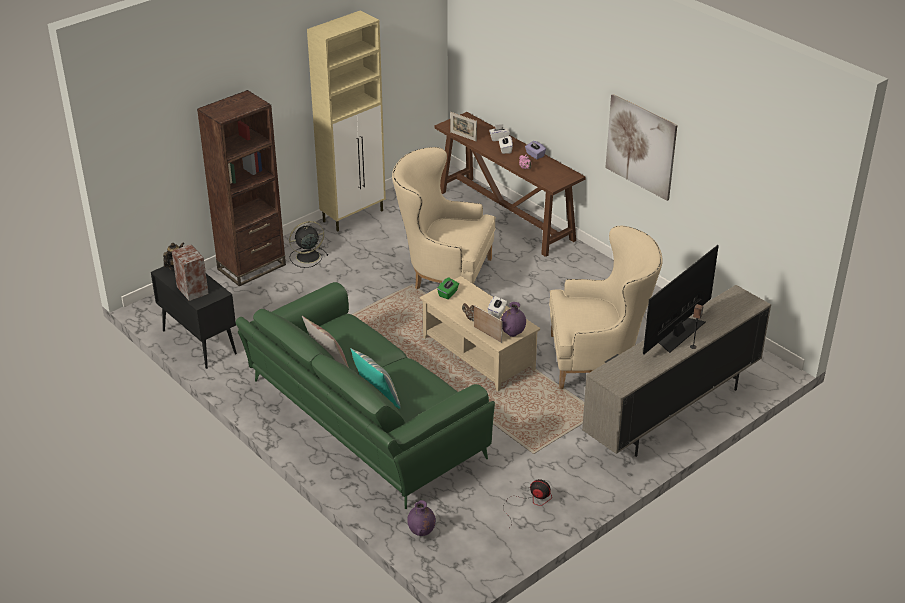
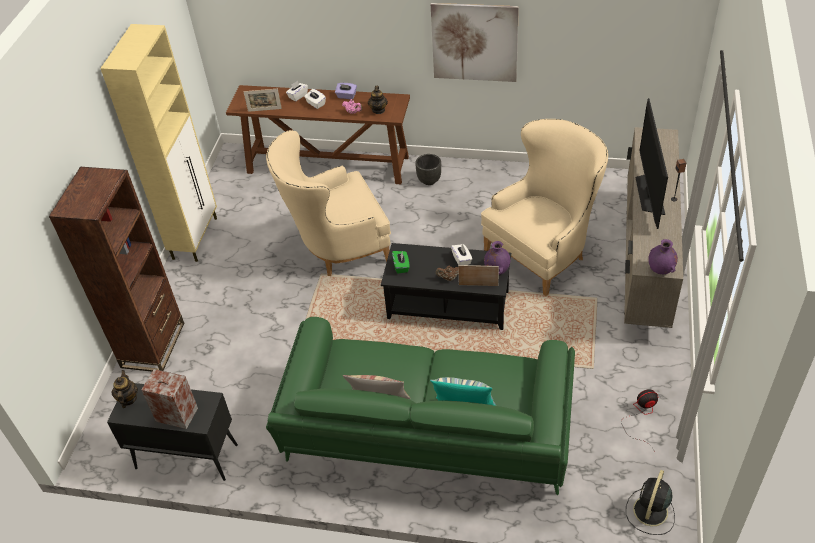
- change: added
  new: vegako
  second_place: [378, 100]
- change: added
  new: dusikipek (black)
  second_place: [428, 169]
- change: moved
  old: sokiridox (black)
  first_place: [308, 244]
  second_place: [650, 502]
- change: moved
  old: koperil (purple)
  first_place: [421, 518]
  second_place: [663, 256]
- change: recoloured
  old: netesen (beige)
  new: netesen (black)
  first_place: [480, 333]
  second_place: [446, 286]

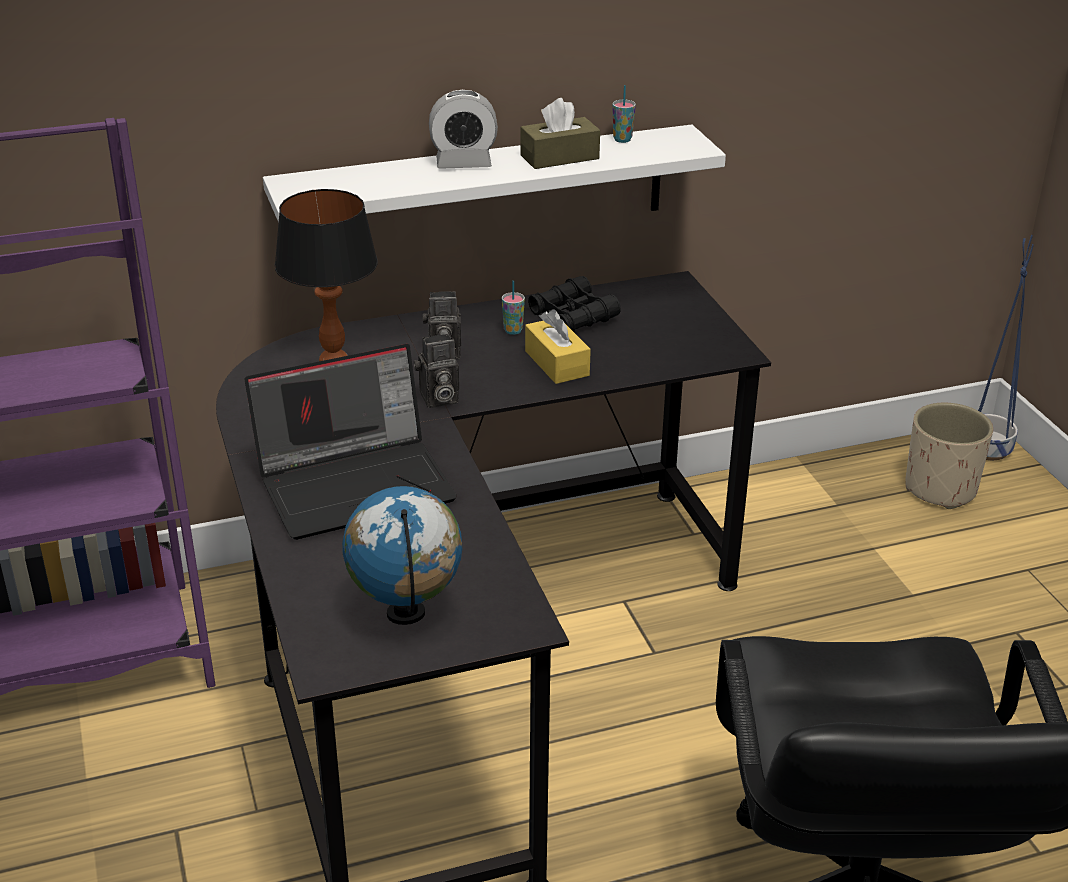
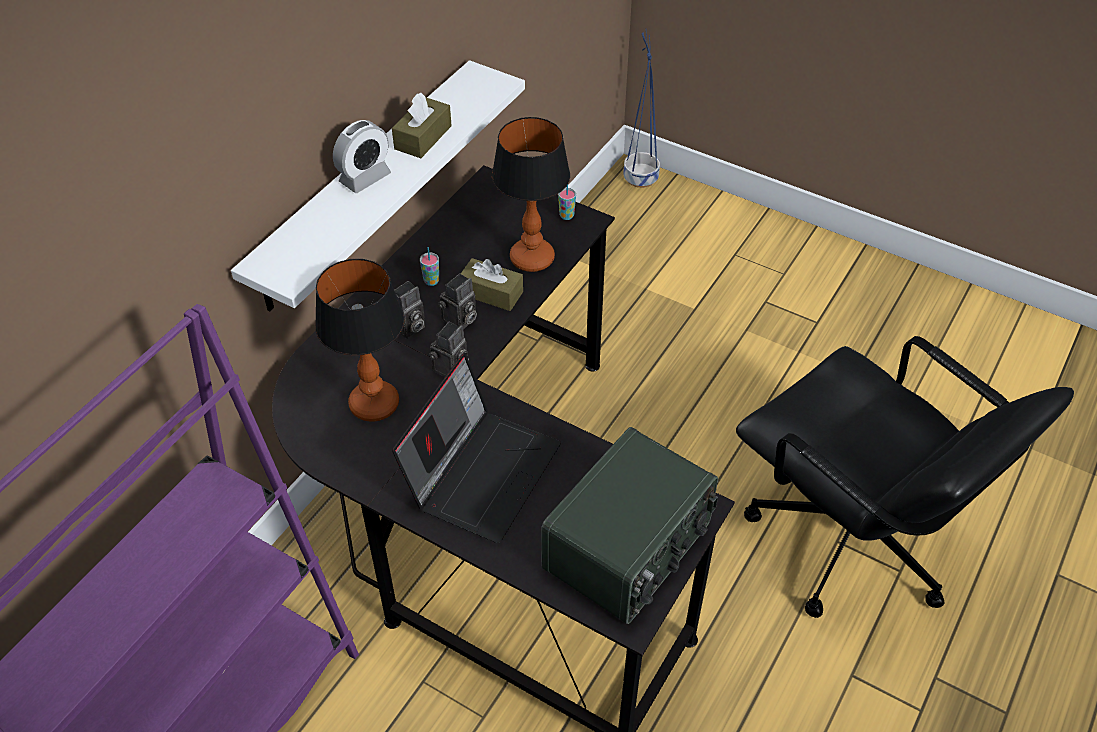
- change: removed
  old: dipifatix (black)
  first_place: [574, 304]
- change: removed
  old: dusikipek (beige)
  first_place: [949, 456]
- change: added
  new: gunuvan
  second_place: [457, 301]
- change: added
  new: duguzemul
  second_place: [531, 194]
- change: moved
  old: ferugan
  first_place: [624, 114]
  second_place: [567, 202]
- change: replaced
  old: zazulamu
  new: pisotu
  first_place: [402, 555]
  second_place: [629, 525]
- change: recoloured
  old: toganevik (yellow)
  new: toganevik (brown)
  first_place: [558, 346]
  second_place: [492, 284]

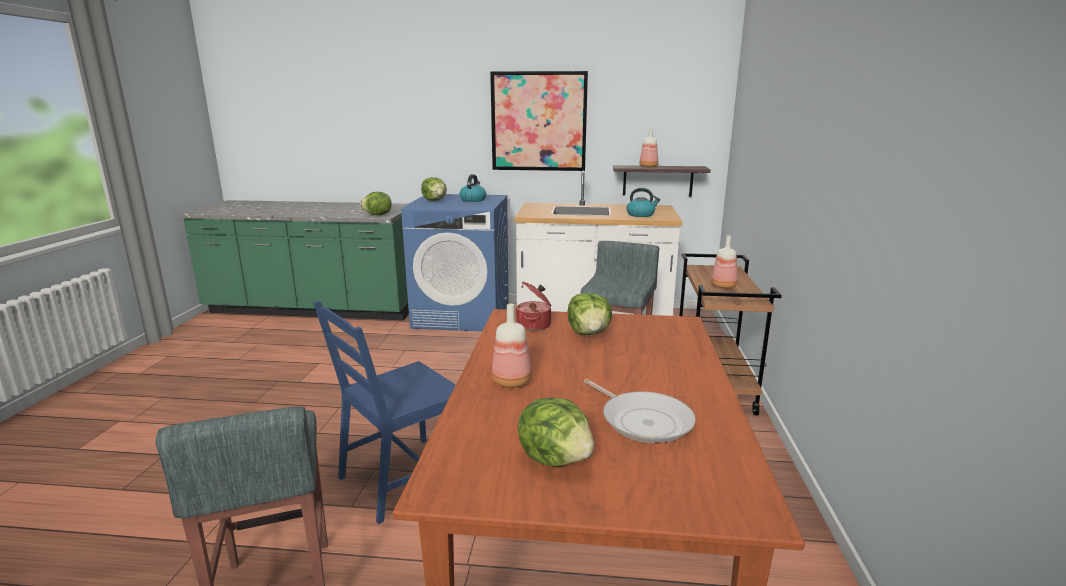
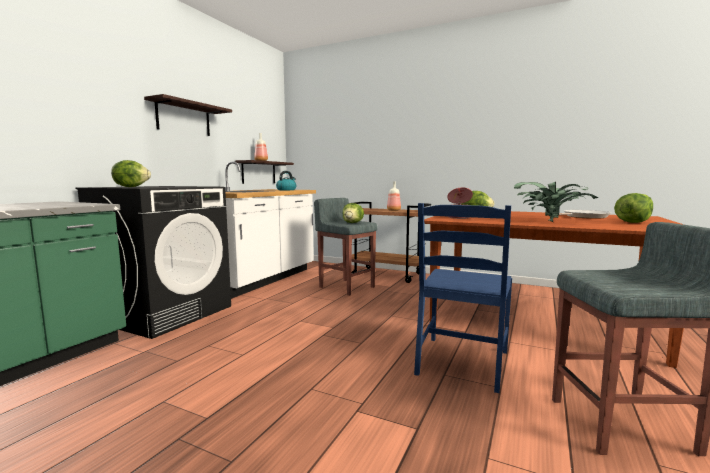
- change: removed
  old: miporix
  first_place: [473, 188]
- change: moved
  old: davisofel
  first_place: [376, 204]
  second_place: [353, 213]
- change: replaced
  old: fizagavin
  new: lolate
  first_place: [539, 121]
  second_place: [188, 115]
- change: replaced
  old: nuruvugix
  new: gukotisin
  first_place: [512, 346]
  second_place: [556, 202]
- change: recoloured
  old: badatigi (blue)
  new: badatigi (black)
  first_place: [455, 263]
  second_place: [153, 262]
- change: turned
  old: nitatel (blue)
  first_place: [384, 412]
  second_place: [463, 298]
  degrees: 45

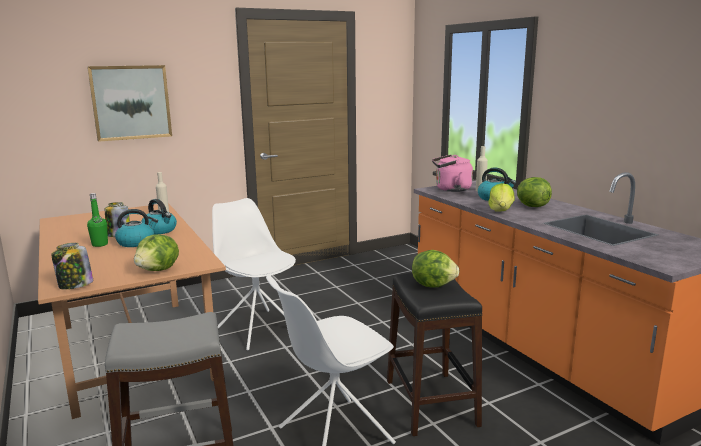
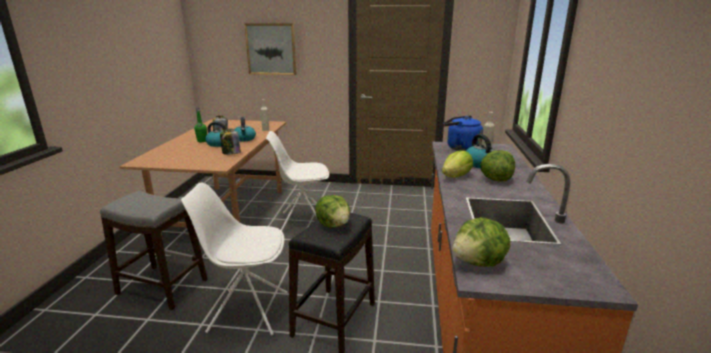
- change: moved
  old: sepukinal
  first_place: [72, 266]
  second_place: [230, 142]
- change: moved
  old: davisofel
  first_place: [156, 252]
  second_place: [481, 242]
- change: recoloured
  old: miporix (pink)
  new: miporix (blue)
  first_place: [452, 173]
  second_place: [463, 133]
- change: turned
  old: nitatel (white)
  first_place: [254, 274]
  second_place: [297, 181]
  degrees: -90

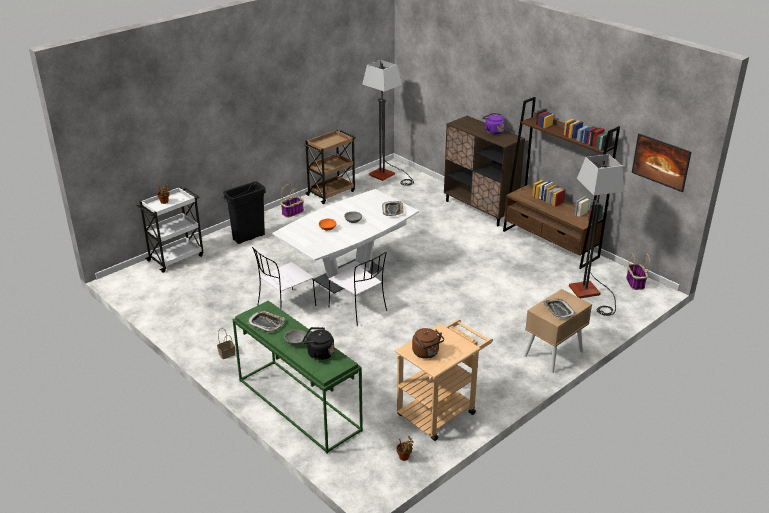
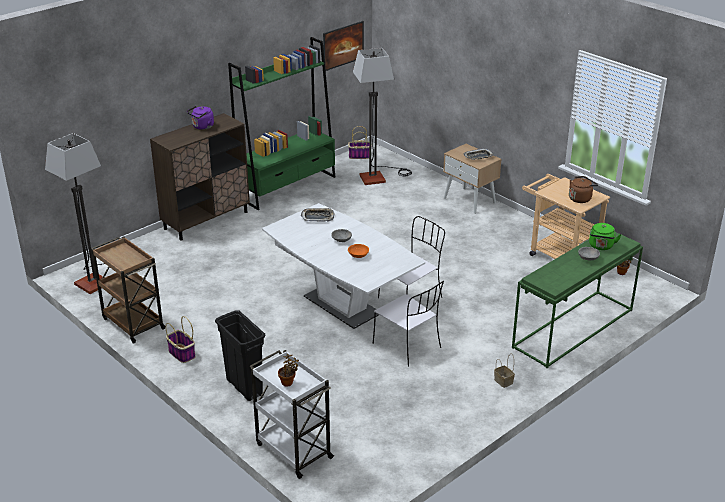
- change: removed
  old: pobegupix
  first_place: [266, 321]
- change: recoloured
  old: miporix (black)
  new: miporix (green)
  first_place: [318, 343]
  second_place: [605, 236]
- change: recoloured
  old: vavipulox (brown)
  new: vavipulox (green)
  first_place: [561, 183]
  second_place: [281, 123]

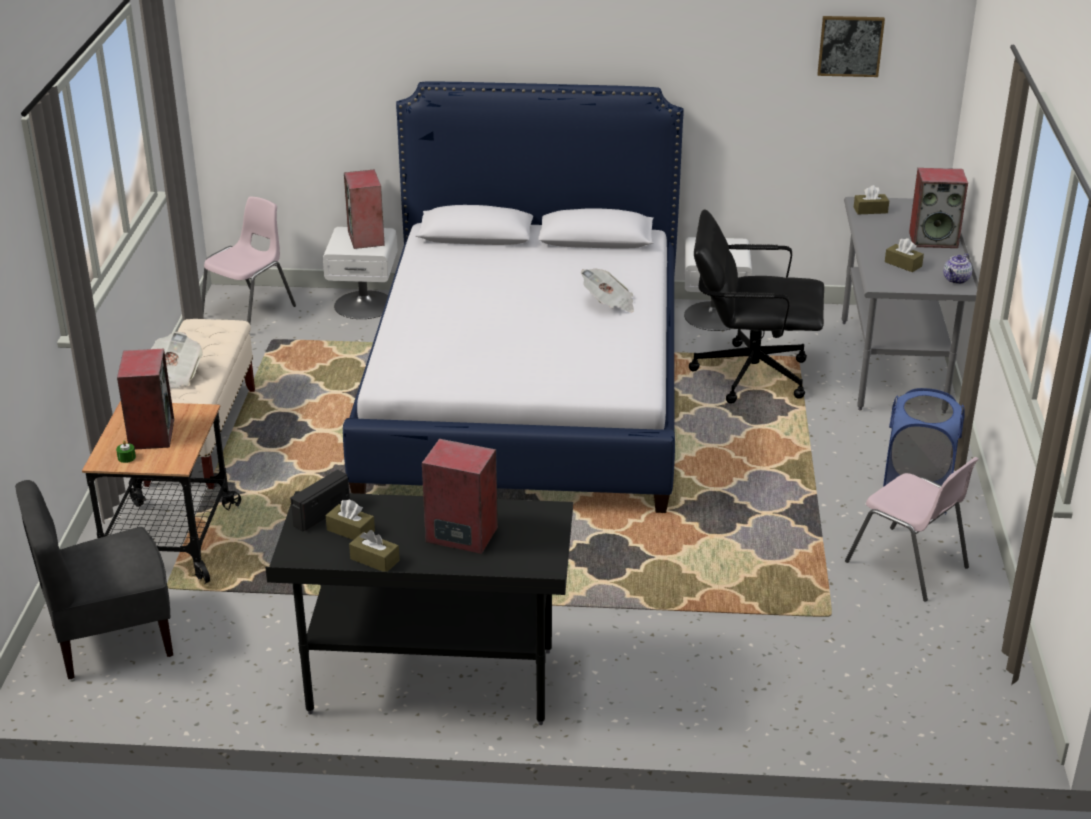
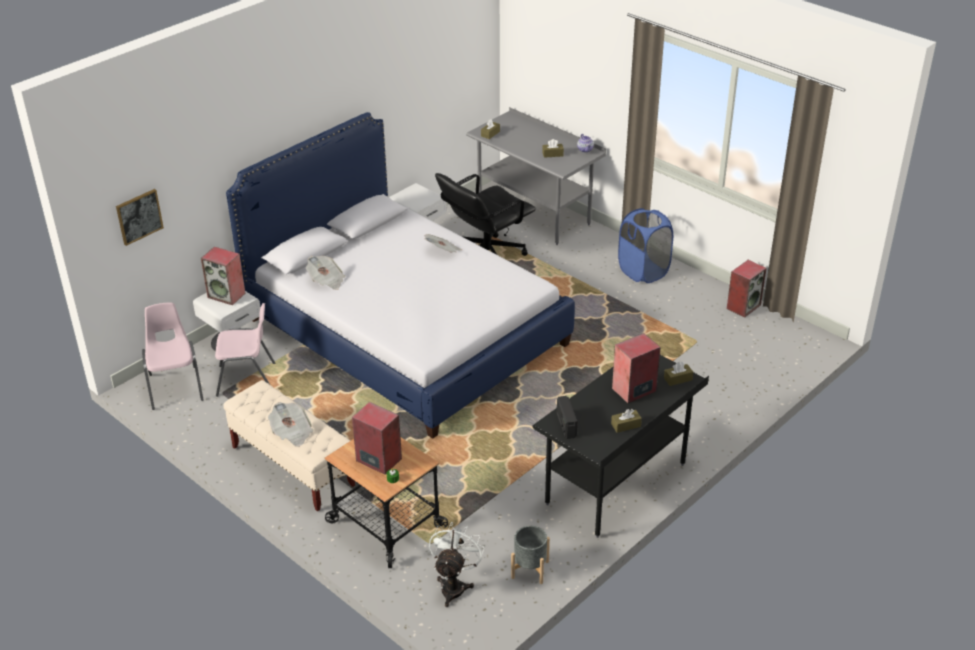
- change: added
  new: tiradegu
  second_place: [325, 273]
- change: added
  new: dusikipek (grey)
  second_place: [530, 555]
- change: moved
  old: toganevik (brown)
  first_place: [350, 519]
  second_place: [678, 374]
- change: moved
  old: fizagavin
  first_place: [851, 46]
  second_place: [140, 217]
- change: moved
  old: nitatel (pink)
  first_place: [912, 529]
  second_place: [245, 350]
- change: moved
  old: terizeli
  first_place: [938, 208]
  second_place: [746, 289]
- change: replaced
  old: nitatel (grey)
  new: sokiridox (white)
  first_place: [94, 579]
  second_place: [456, 564]

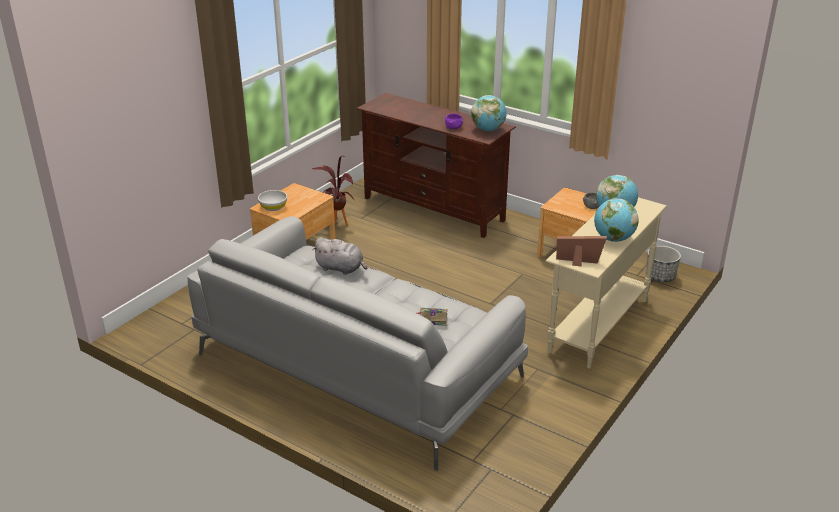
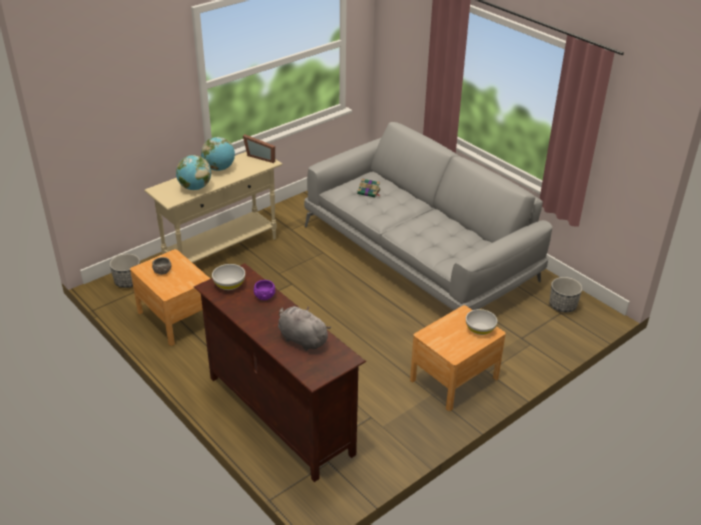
- change: removed
  old: gukotisin
  first_place: [333, 191]
- change: added
  new: dusikipek
  second_place: [565, 294]
- change: moved
  old: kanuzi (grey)
  first_place: [339, 256]
  second_place: [304, 328]
- change: replaced
  old: zazulamu
  new: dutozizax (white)
  first_place: [489, 113]
  second_place: [228, 277]

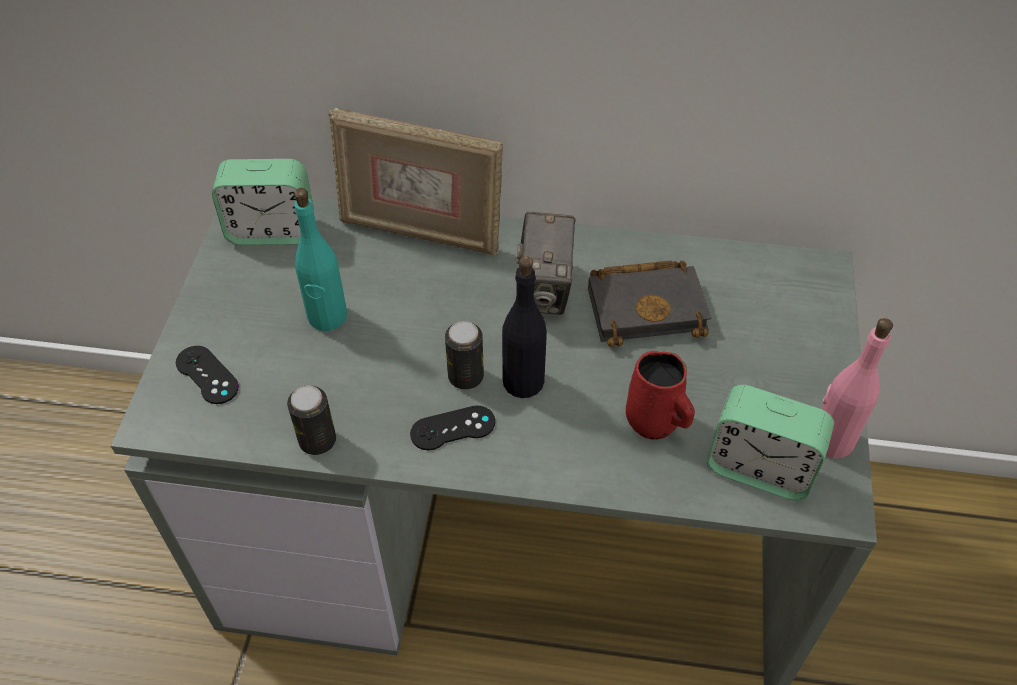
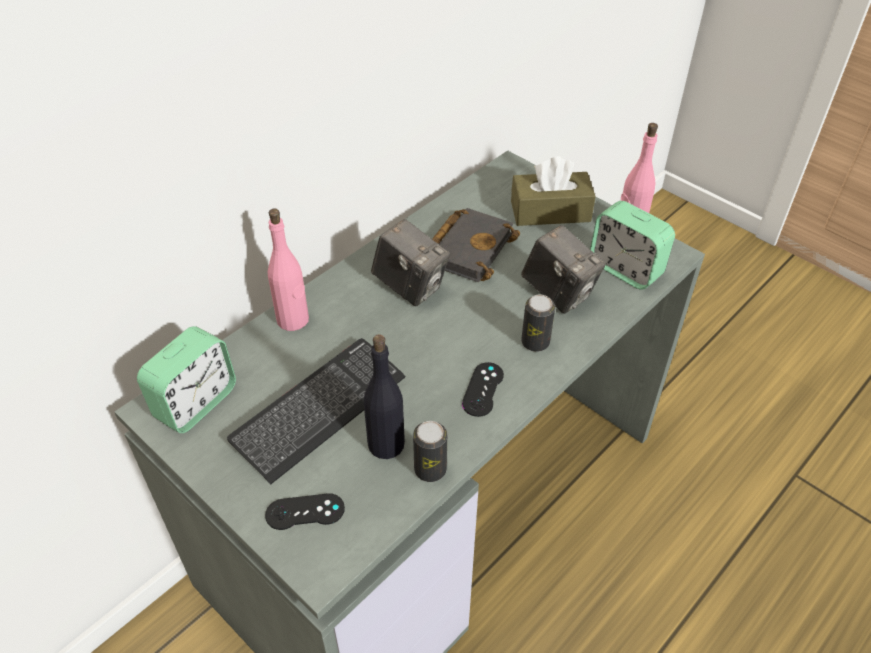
- change: added
  new: toganevik (brown)
  second_place: [553, 191]
- change: moved
  old: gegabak
  first_place: [464, 355]
  second_place: [538, 323]
- change: moved
  old: nuruvugix (black)
  first_place: [524, 327]
  second_place: [384, 396]
- change: replaced
  old: nuruvugix (turquoise)
  new: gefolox
  first_place: [320, 259]
  second_place: [316, 411]
- change: replaced
  old: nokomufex
  new: nuruvugix (pink)
  first_place: [416, 182]
  second_place: [288, 269]
- change: replaced
  old: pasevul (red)
  new: gunuvan
  first_place: [660, 395]
  second_place: [563, 269]
- change: turned
  old: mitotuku
  first_place: [770, 443]
  second_place: [632, 245]
  degrees: 75

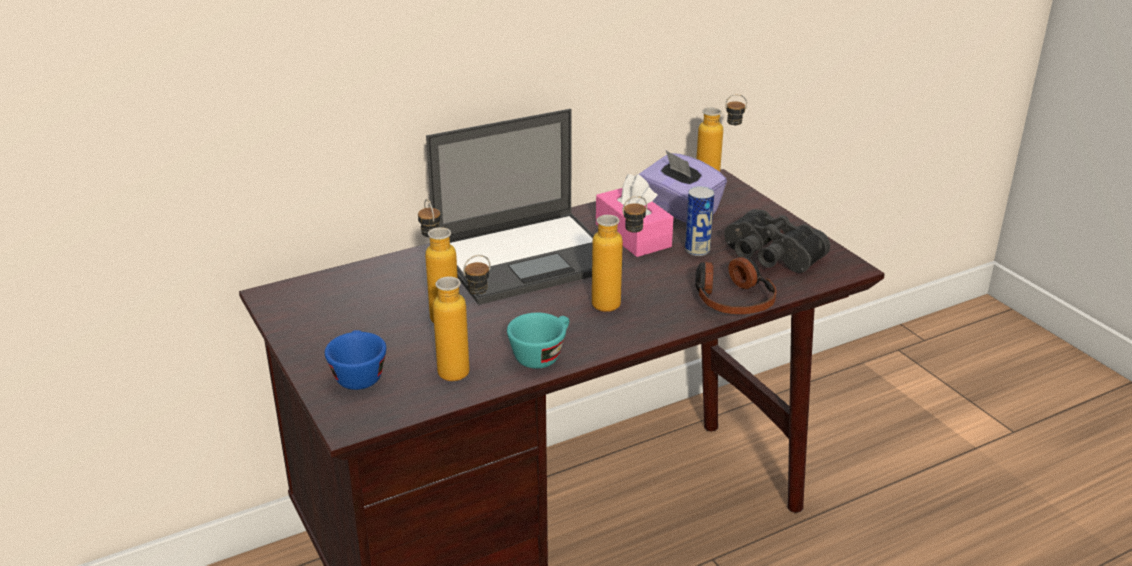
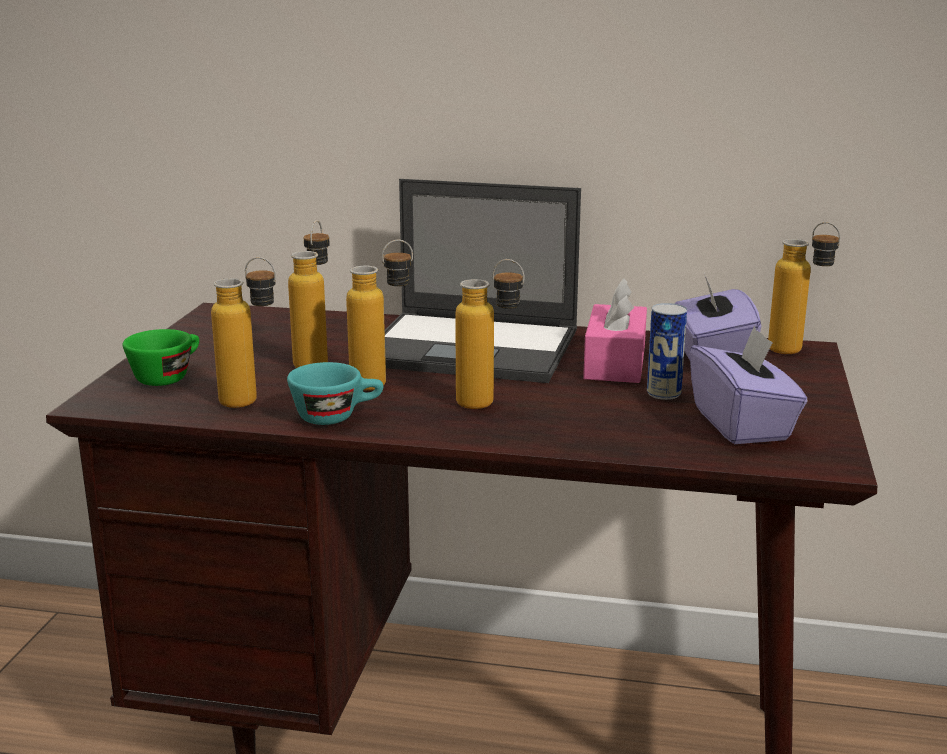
- change: removed
  old: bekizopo
  first_place: [736, 285]
- change: added
  new: nuruvugix
  second_place: [379, 315]
- change: replaced
  old: dipifatix (black)
  new: toganevik (purple)
  first_place: [777, 241]
  second_place: [748, 385]
- change: recoloured
  old: ferugan (blue)
  new: ferugan (green)
  first_place: [355, 360]
  second_place: [161, 357]

